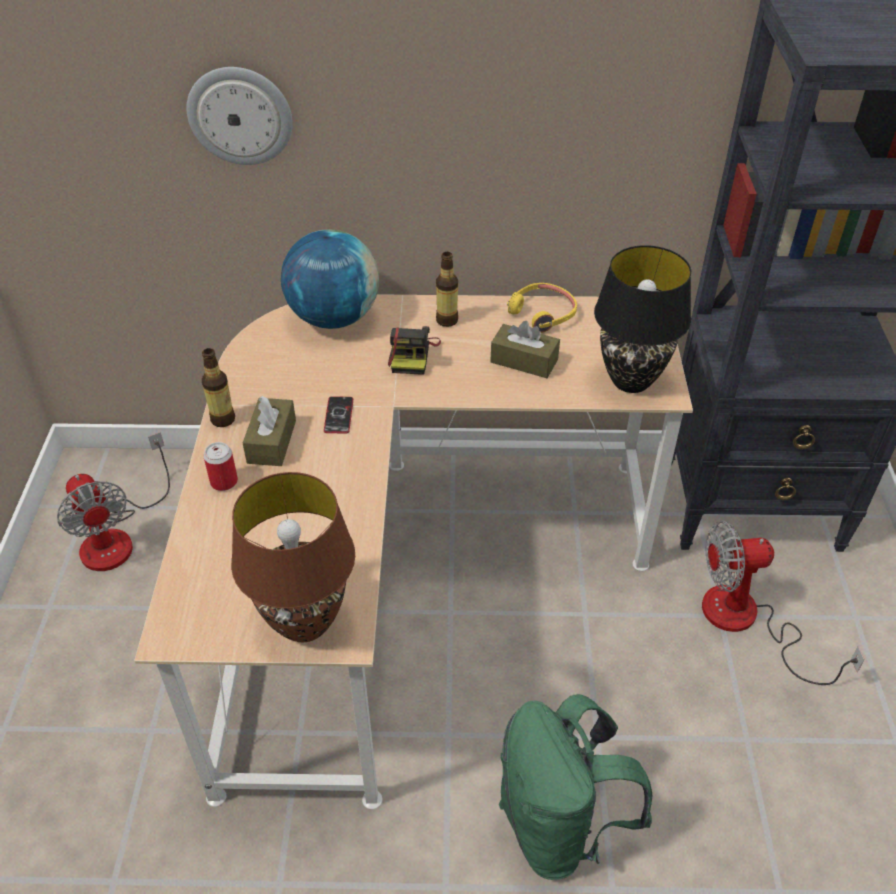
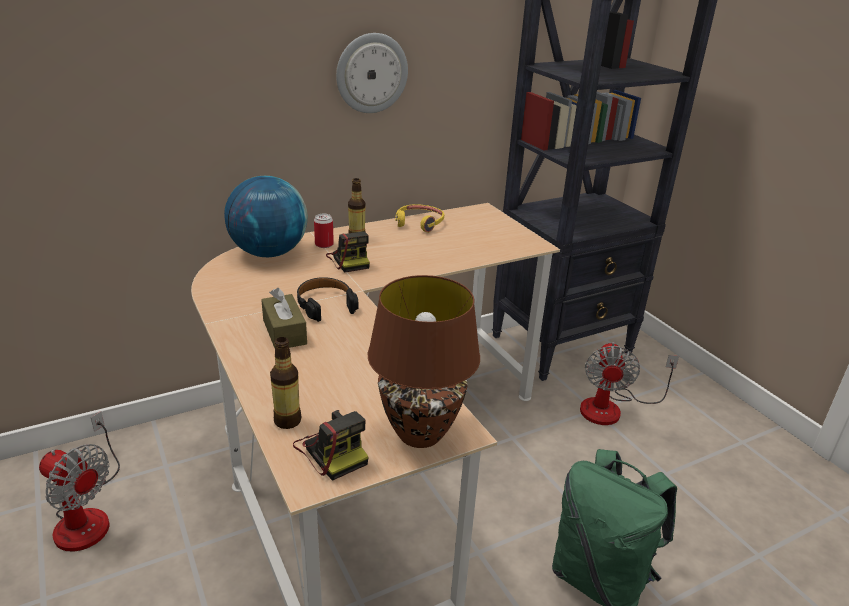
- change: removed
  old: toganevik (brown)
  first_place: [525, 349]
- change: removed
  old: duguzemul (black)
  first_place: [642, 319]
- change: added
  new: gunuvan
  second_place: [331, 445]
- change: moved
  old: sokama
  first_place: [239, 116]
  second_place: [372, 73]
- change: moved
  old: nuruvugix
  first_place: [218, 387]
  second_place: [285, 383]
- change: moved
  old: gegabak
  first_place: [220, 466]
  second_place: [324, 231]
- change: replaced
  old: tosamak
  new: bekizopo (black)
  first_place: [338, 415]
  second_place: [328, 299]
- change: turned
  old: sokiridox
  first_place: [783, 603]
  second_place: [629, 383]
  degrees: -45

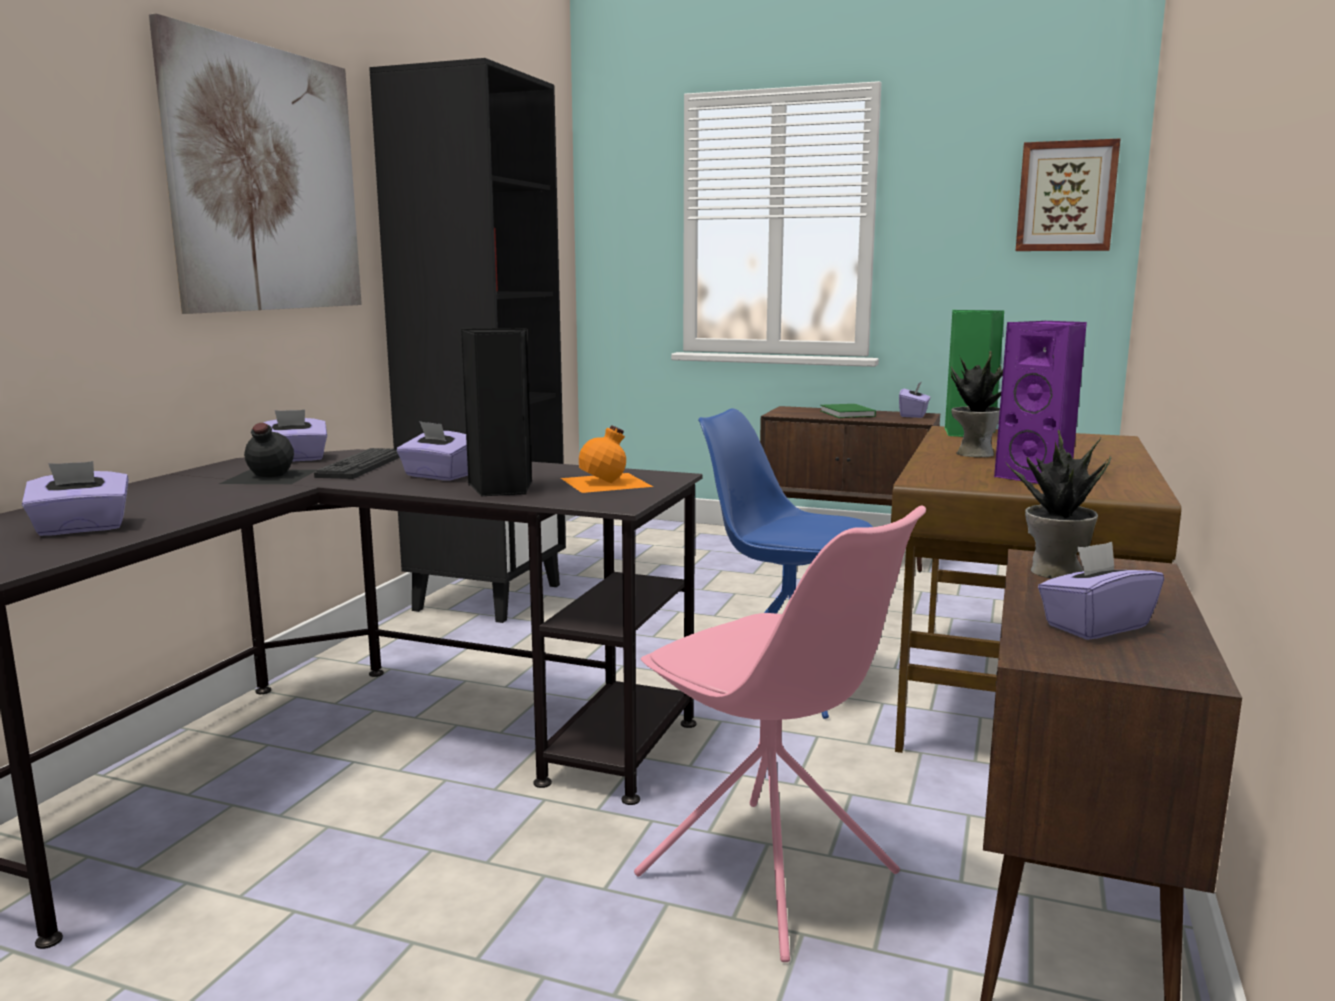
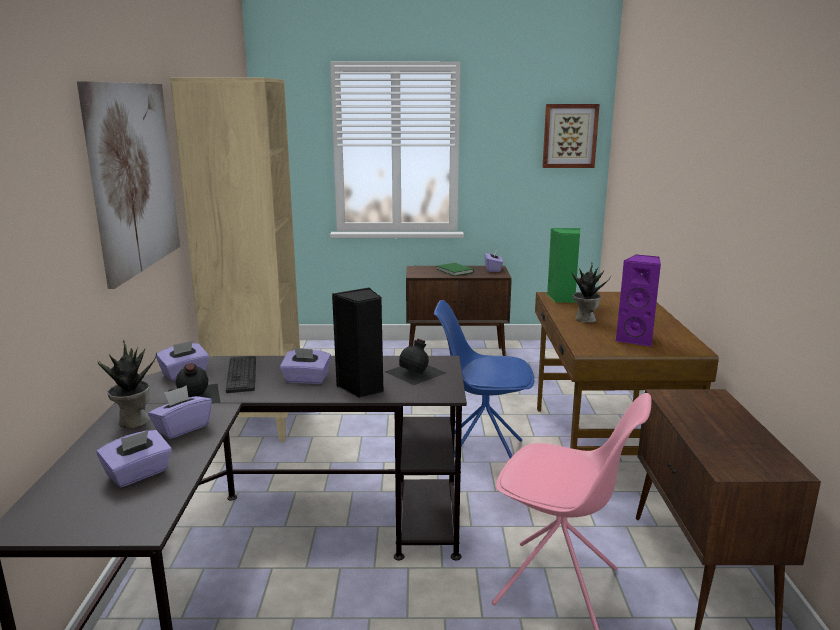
- change: moved
  old: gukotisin
  first_place: [1058, 504]
  second_place: [127, 384]
- change: moved
  old: toganevik (purple)
  first_place: [1101, 591]
  second_place: [180, 412]
- change: recoloured
  old: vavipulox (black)
  new: vavipulox (beige)
  first_place: [467, 340]
  second_place: [235, 260]
- change: recoloured
  old: nuruvugix (orange)
  new: nuruvugix (black)
  first_place: [607, 459]
  second_place: [415, 362]

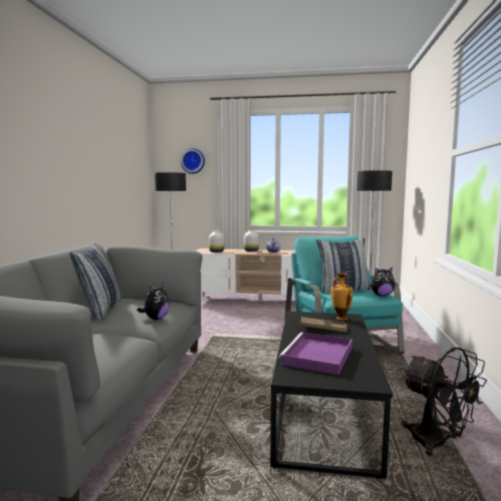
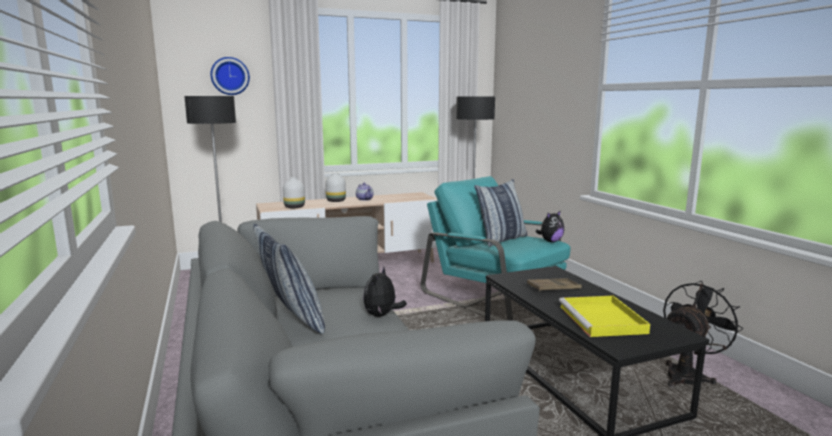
- change: removed
  old: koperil
  first_place: [342, 296]
- change: recoloured
  old: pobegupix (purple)
  new: pobegupix (yellow)
  first_place: [315, 353]
  second_place: [604, 316]
- change: turned
  old: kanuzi
  first_place: [153, 301]
  second_place: [385, 291]
  degrees: -150
- change: turned
  old: sokiridox (black)
  first_place: [444, 401]
  second_place: [703, 334]
  degrees: -60

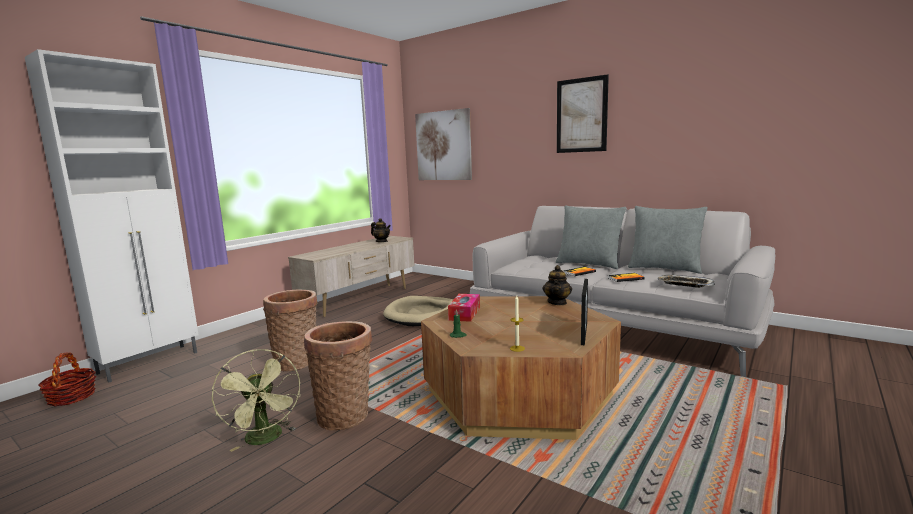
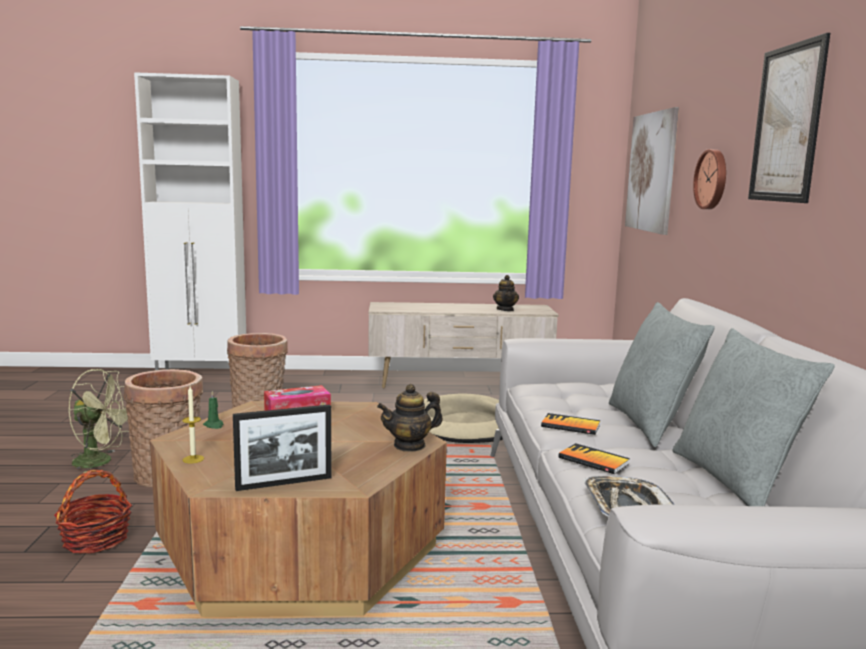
- change: added
  new: sokama
  second_place: [709, 179]
- change: moved
  old: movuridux
  first_place: [67, 379]
  second_place: [93, 512]
- change: turned
  old: sokiridox (green)
  first_place: [256, 400]
  second_place: [99, 421]
  degrees: -105

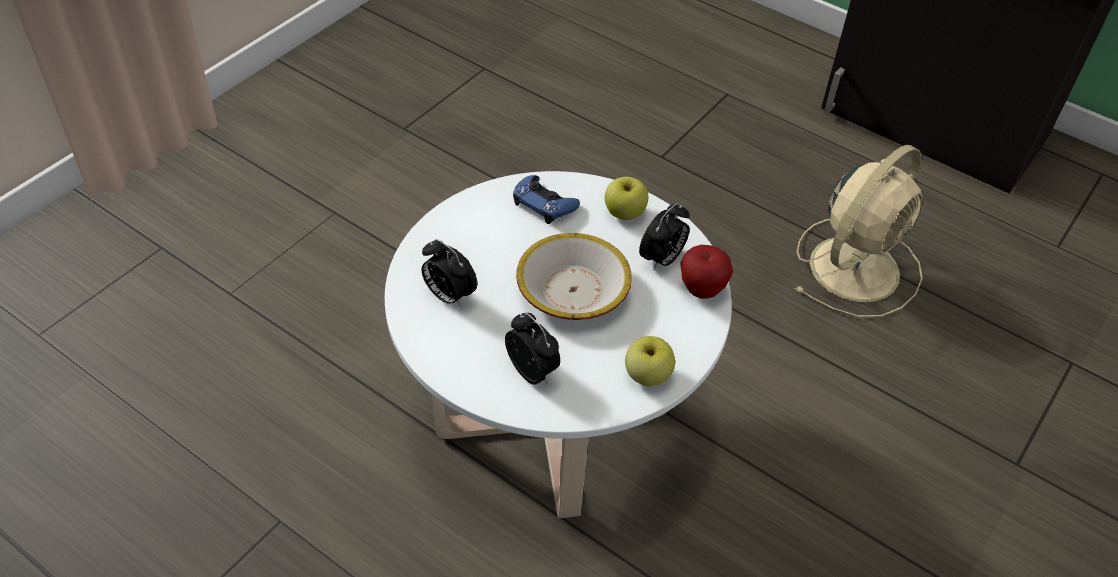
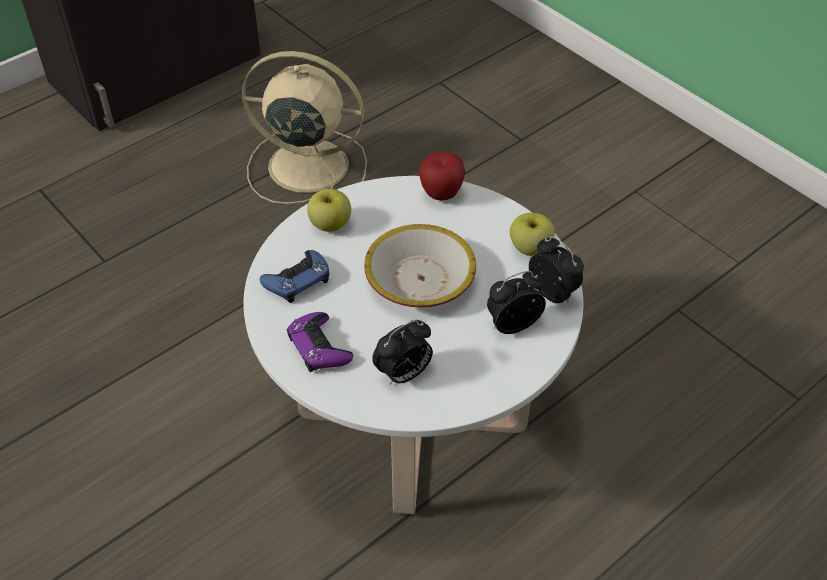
- change: added
  new: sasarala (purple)
  second_place: [320, 342]
- change: moved
  old: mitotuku
  first_place: [664, 236]
  second_place: [556, 269]
- change: turned
  old: sokiridox (beige)
  first_place: [858, 231]
  second_place: [304, 127]
  degrees: -45

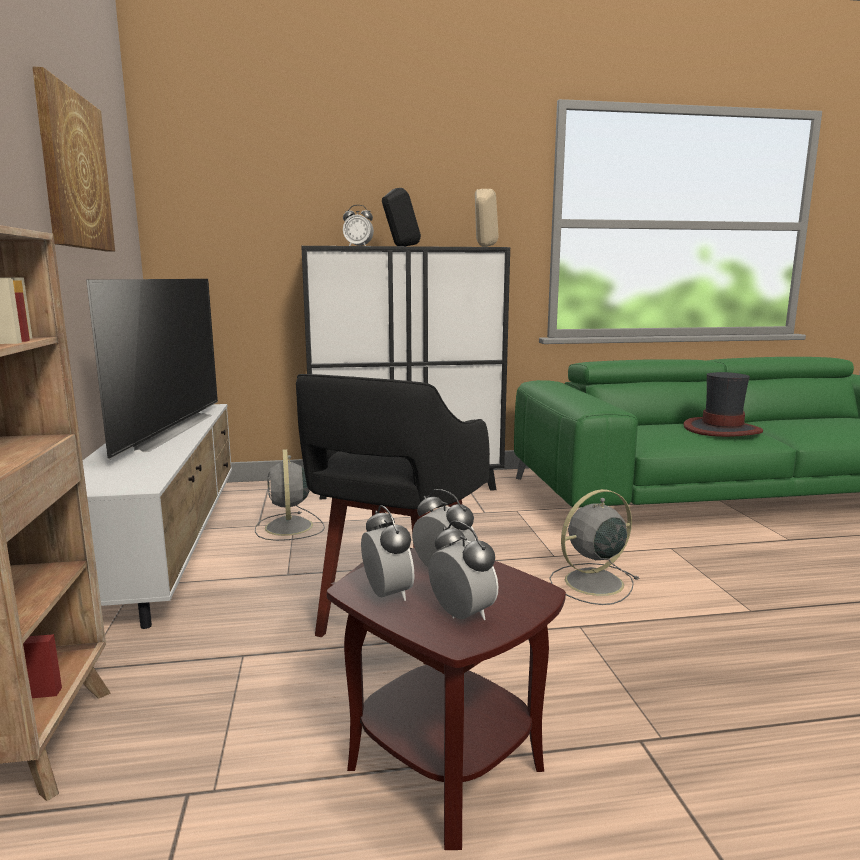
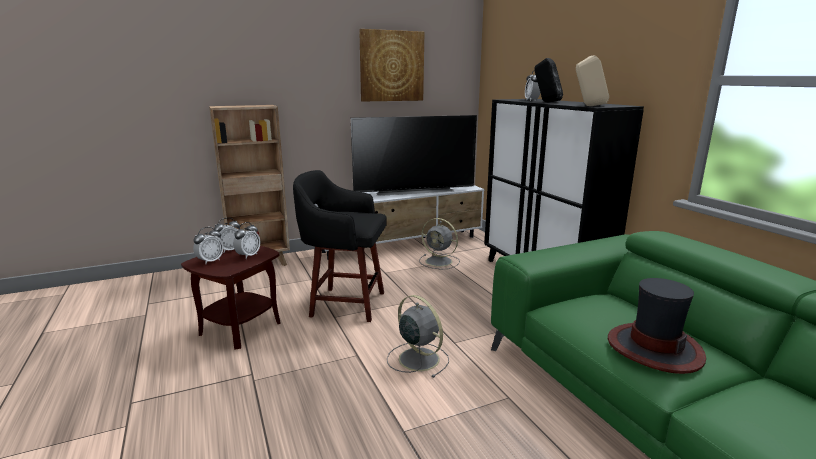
- change: turned
  old: sokiridox (grey)
  first_place: [290, 495]
  second_place: [439, 243]
  degrees: -120

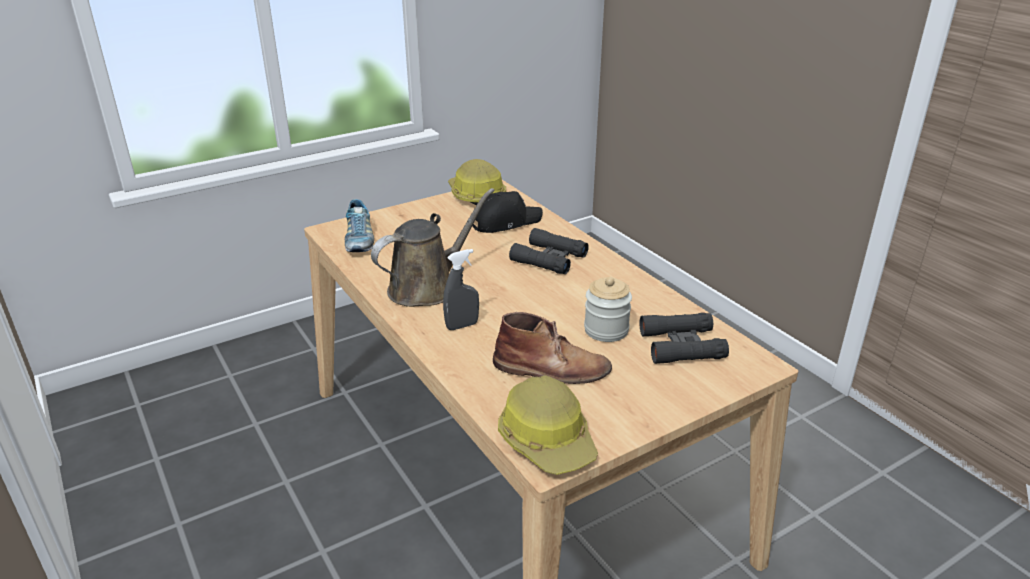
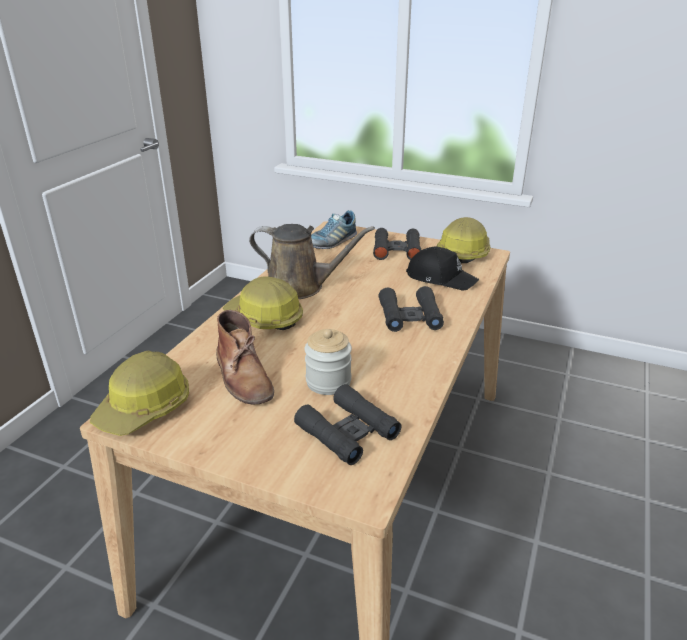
- change: added
  new: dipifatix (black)
  second_place: [397, 244]
- change: replaced
  old: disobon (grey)
  new: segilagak
  first_place: [461, 289]
  second_place: [263, 303]

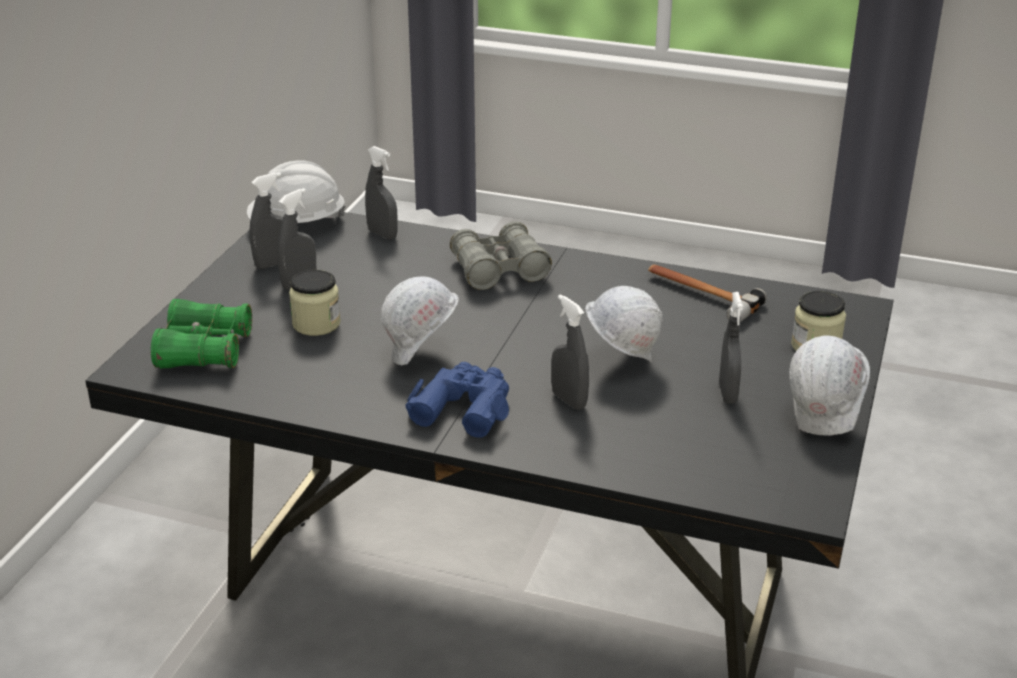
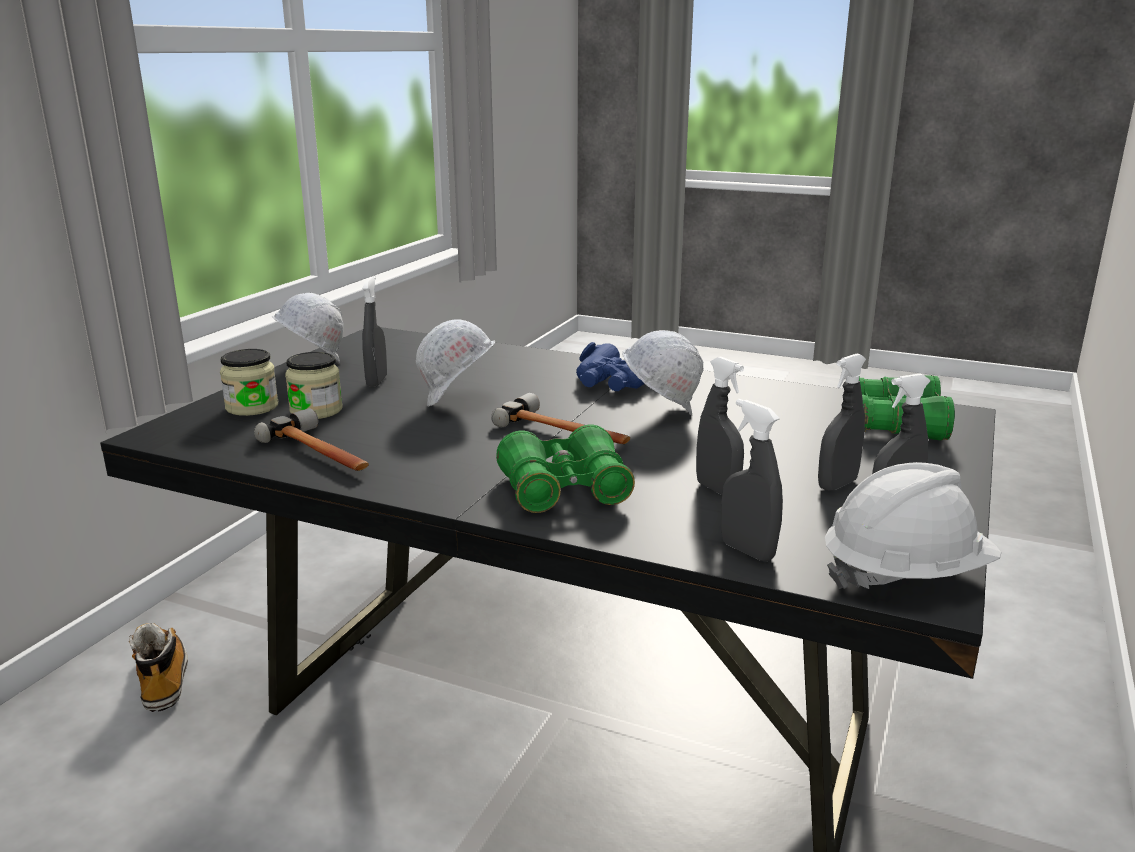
- change: added
  new: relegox
  second_place: [158, 667]
- change: added
  new: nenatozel
  second_place: [560, 418]
- change: moved
  old: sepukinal
  first_place: [315, 303]
  second_place: [314, 385]
- change: moved
  old: disobon (grey)
  first_place: [570, 352]
  second_place: [720, 425]
- change: recoloured
  old: dipifatix (grey)
  new: dipifatix (green)
  first_place: [501, 255]
  second_place: [565, 469]

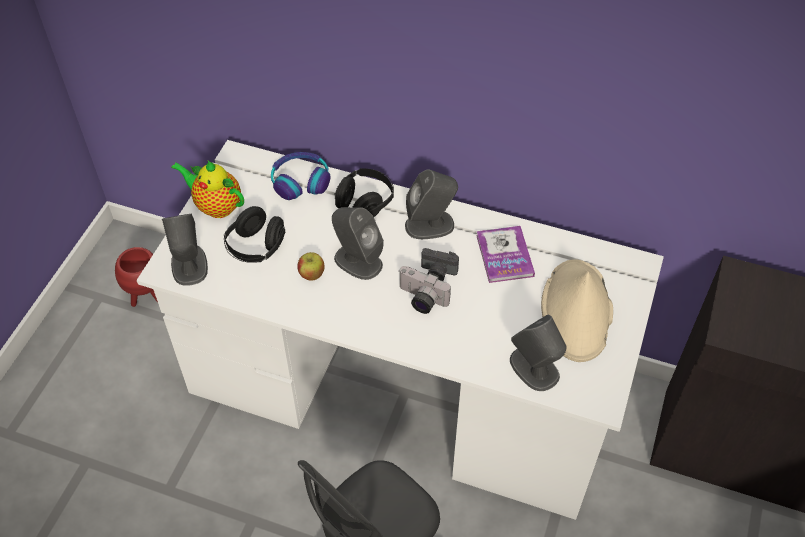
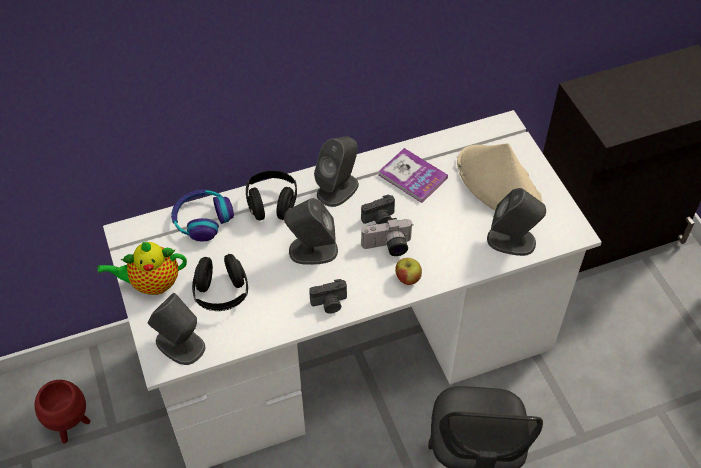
- change: added
  new: gunuvan
  second_place: [328, 296]
- change: moved
  old: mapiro
  first_place: [311, 266]
  second_place: [408, 271]

